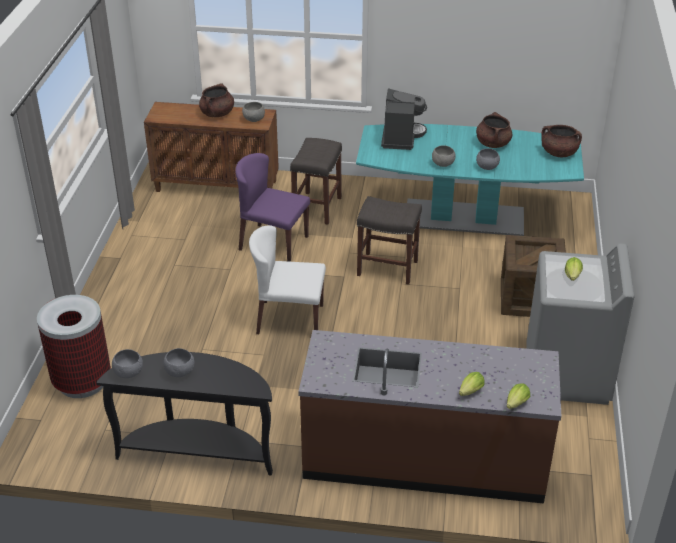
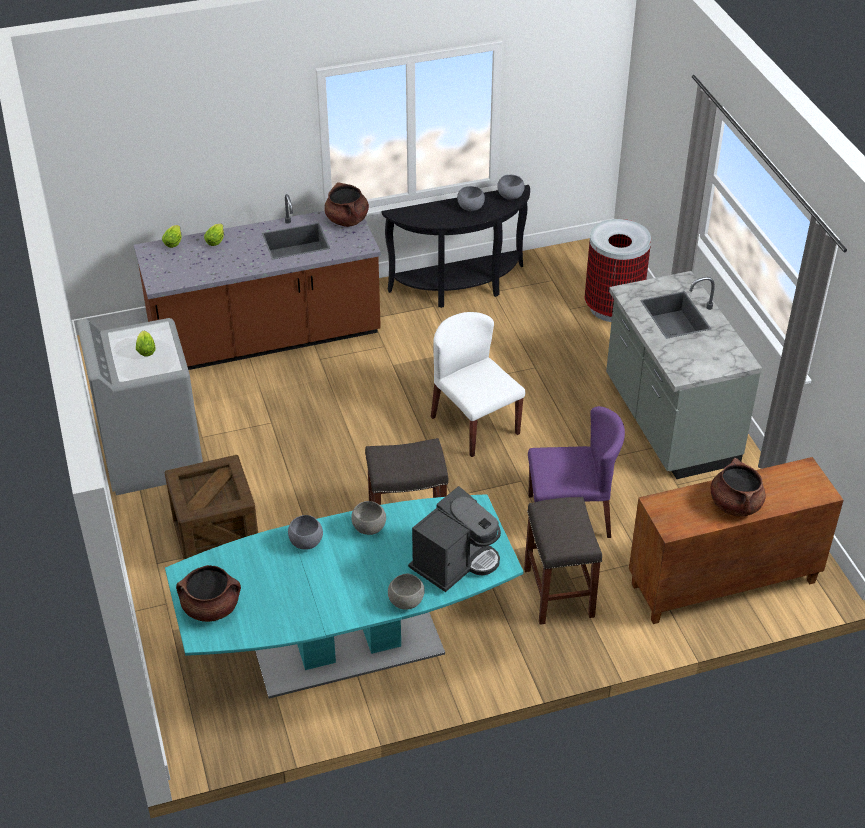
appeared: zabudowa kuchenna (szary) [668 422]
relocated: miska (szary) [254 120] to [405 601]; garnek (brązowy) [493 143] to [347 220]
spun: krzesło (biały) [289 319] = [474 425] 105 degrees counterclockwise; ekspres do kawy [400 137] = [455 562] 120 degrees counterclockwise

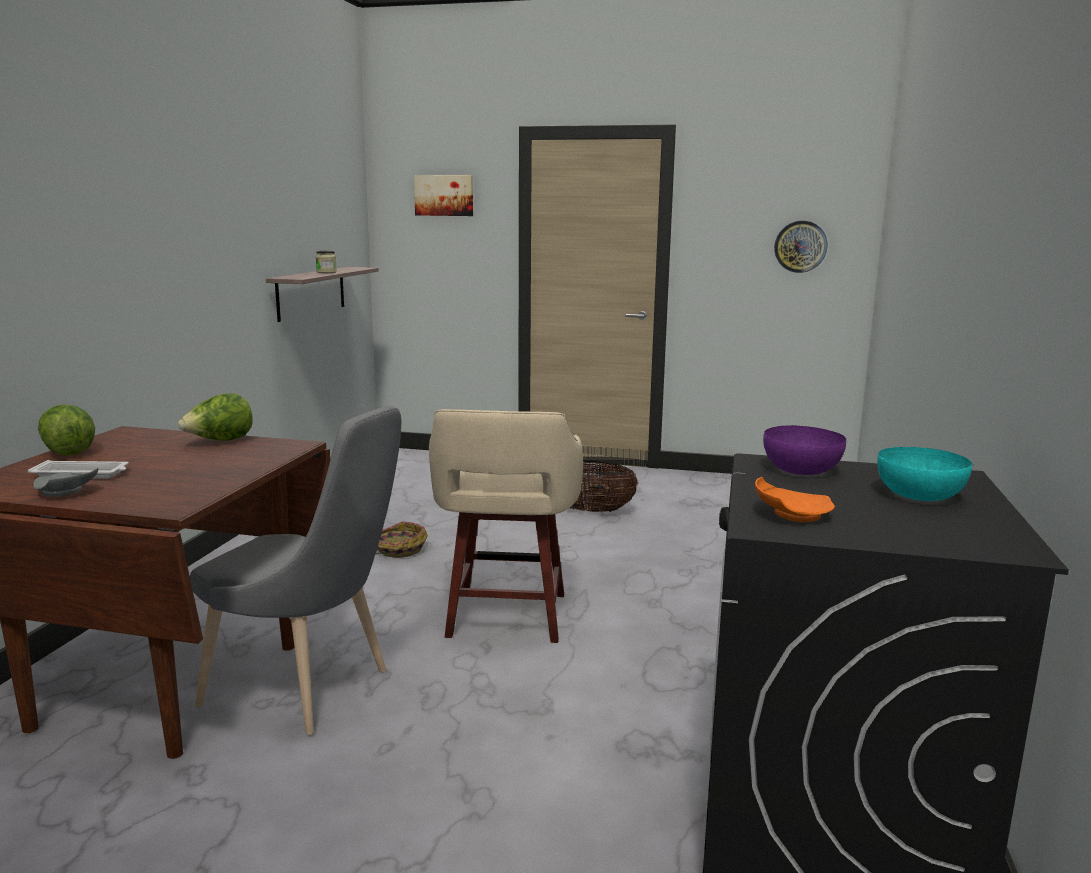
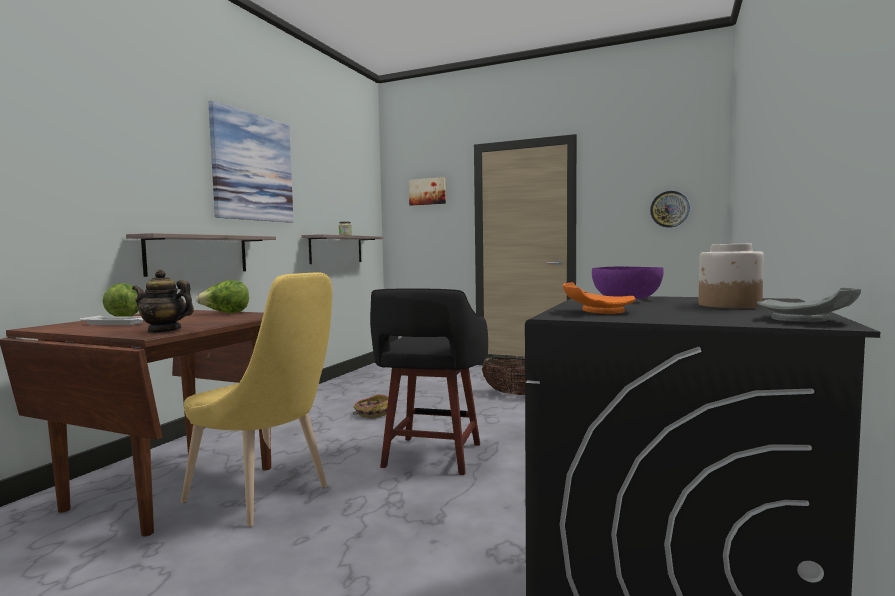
appeared: półka [198 254]; imbryk [164 330]; obraz [253 167]
relocated: talerz (szary) [64 493] to [808 320]
exchanged: miska (turkusowy) [918 495] to słoik [729 305]
colour: krzesło (szary) [307 690] to krzesło (żółty) [264 496]; stołek (beżowy) [506 617] to stołek (czarny) [431 457]

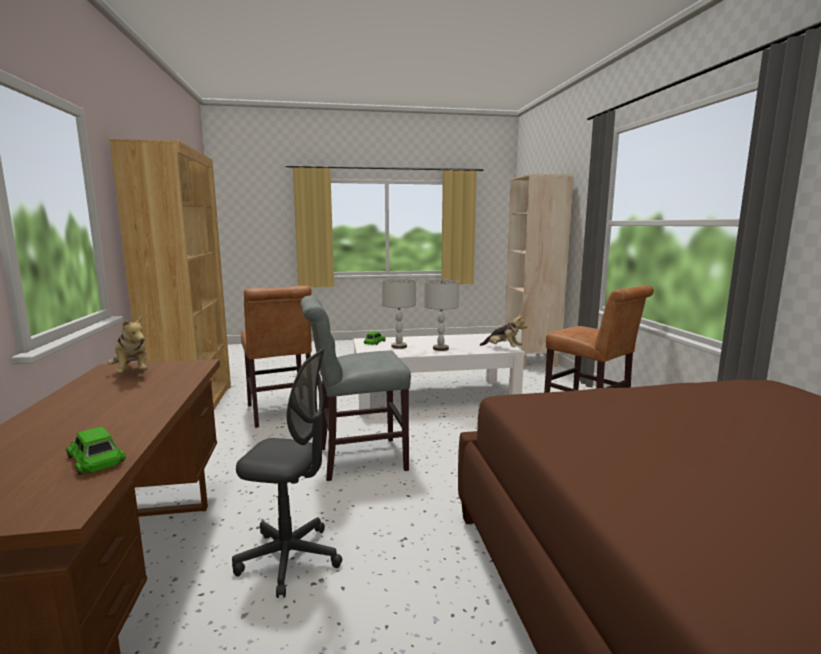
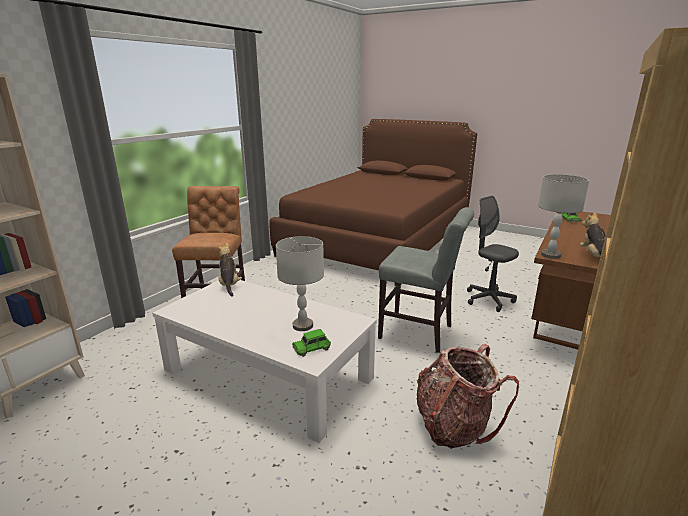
relocated: lampa stołowa (szary) [440 348] to [550 255]
exchanged: krzesło (brązowy) [280 413] to plecak [453 425]

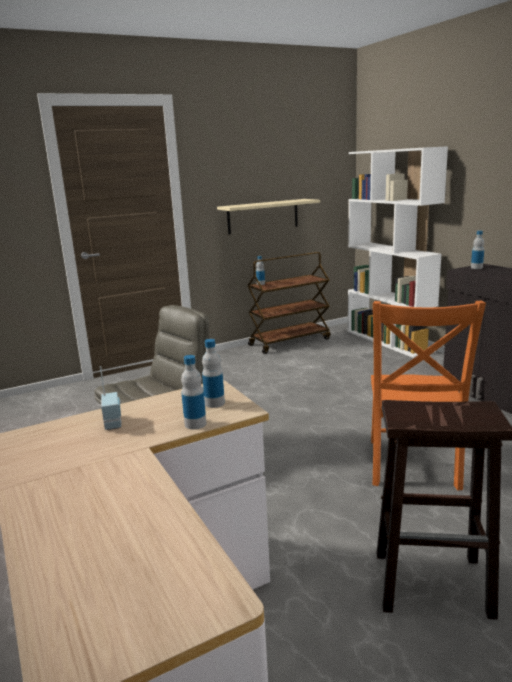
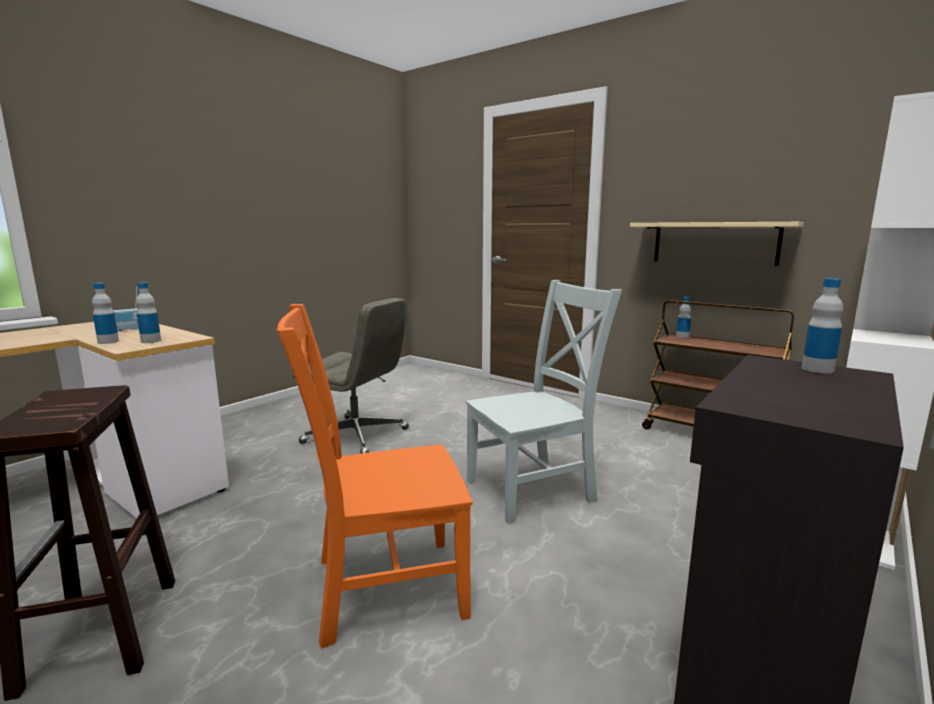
appeared: krzesło (szary) [534 489]

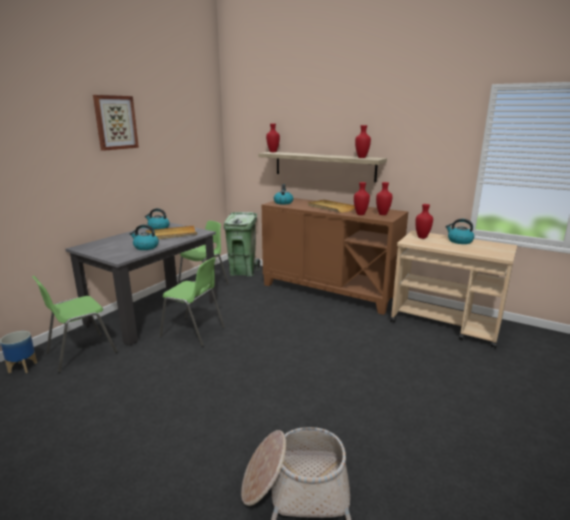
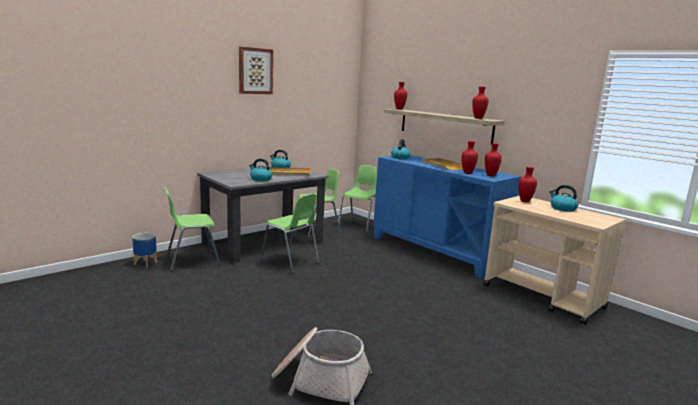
exchanged: kosz na śmieci (zielony) [243 272] to krzesło (zielony) [359 224]
colour: szafka (brązowy) [329 290] to szafka (niebieski) [436 251]

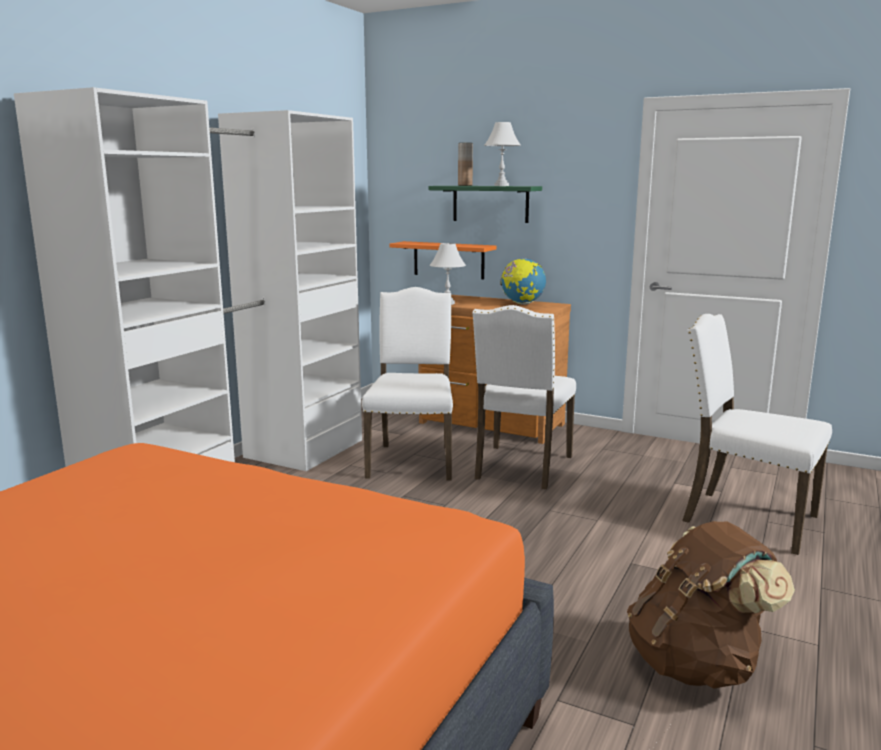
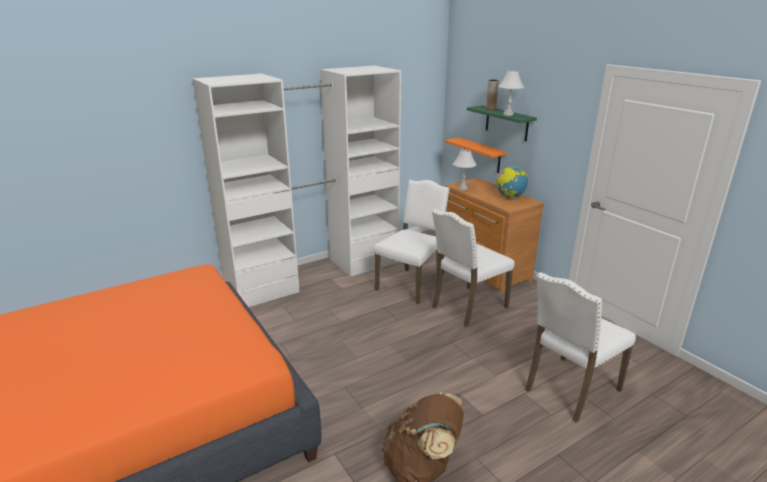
spun: krzesło (biały) [745 519] = [569 389] 105 degrees counterclockwise

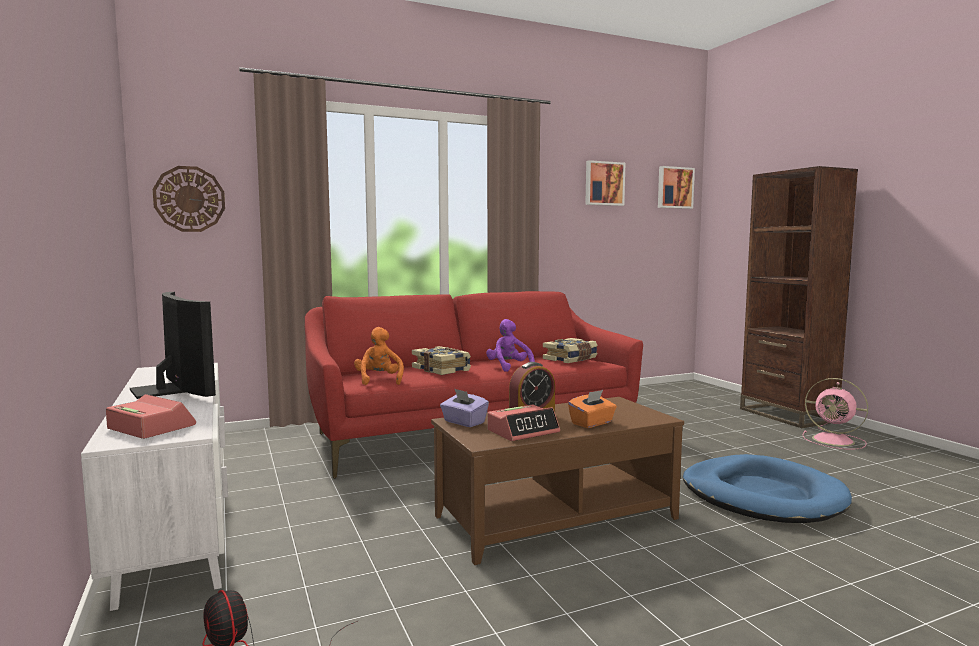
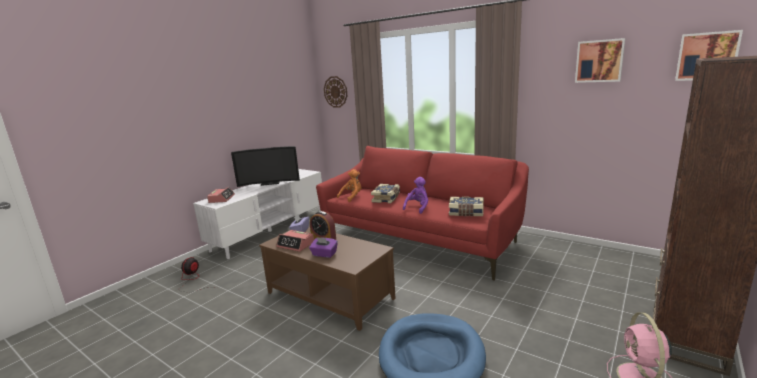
colour: pudełko chusteczek (pomarańczowy) [592 423] to pudełko chusteczek (fioletowy) [324 254]
spun: telewizor [169 389] = [270 183] 60 degrees clockwise

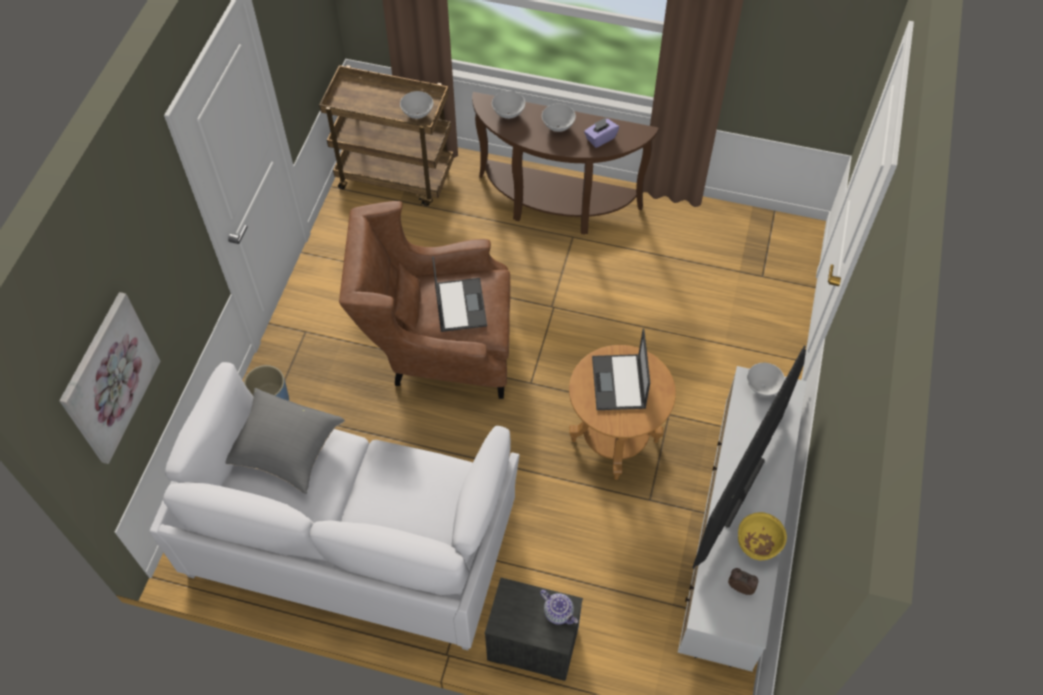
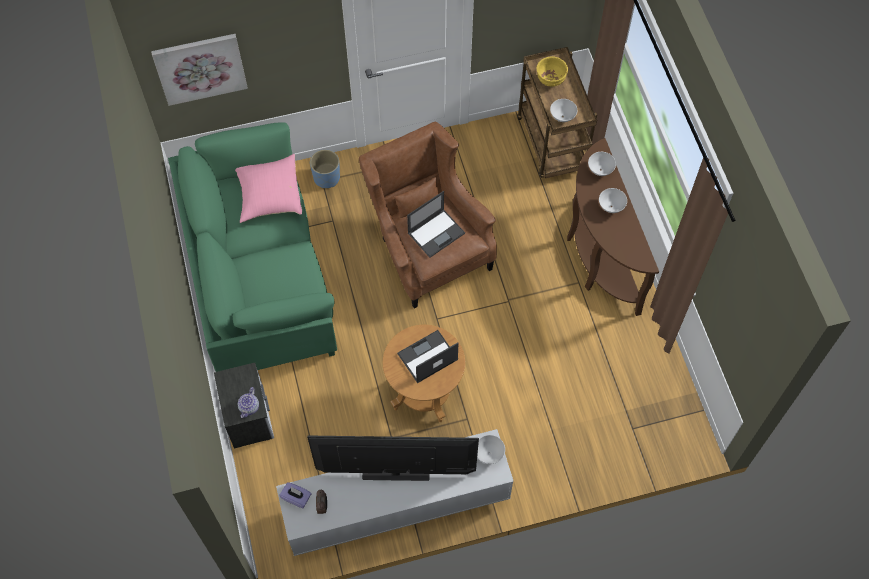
relocated: pudełko chusteczek (fioletowy) [600 138] to [296 498]; miska (żółty) [756 545] to [550 80]
colour: kanapa (biały) [352 540] to kanapa (zielony) [260 277]; poduszka (szary) [283 449] to poduszka (różowy) [269 195]

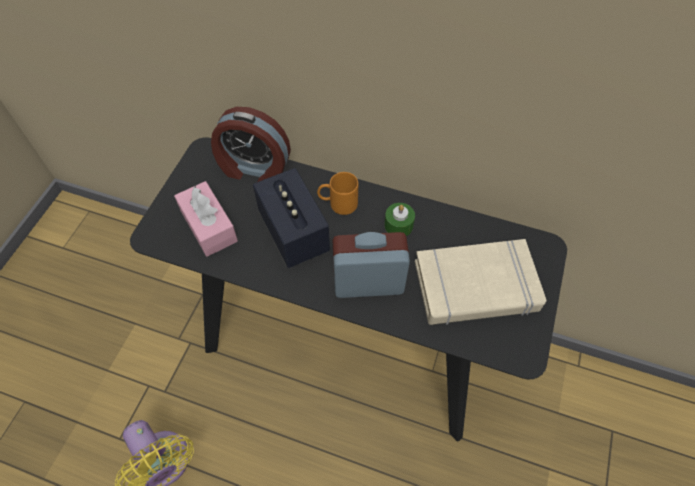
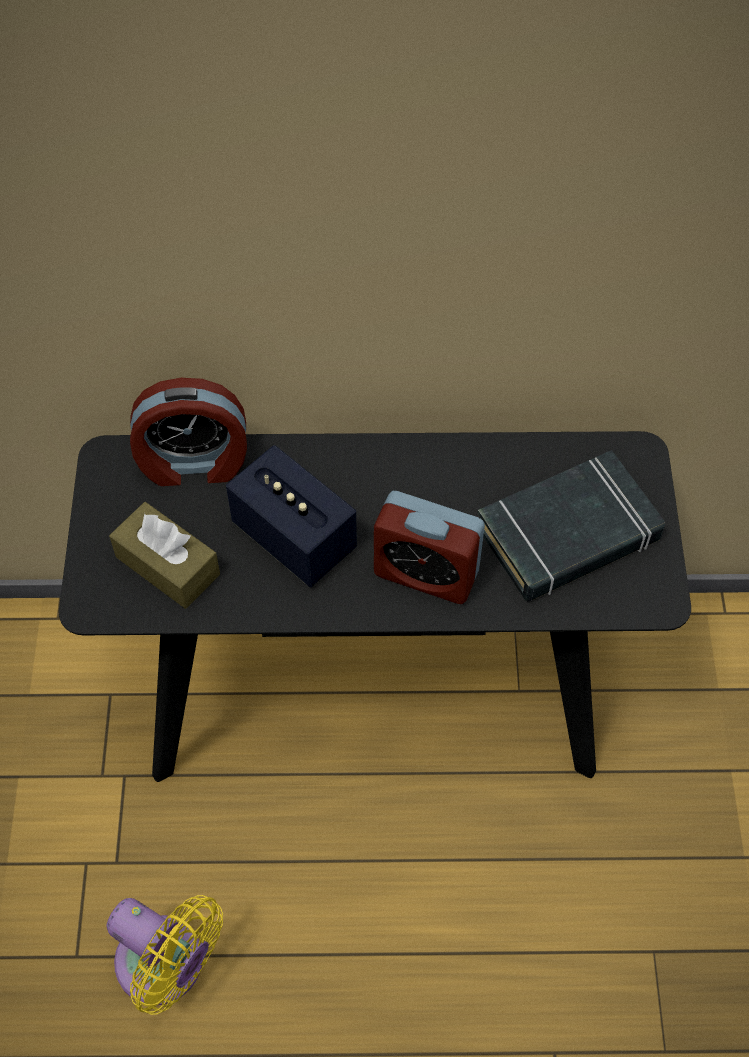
missing: kubek (pomarańczowy) [338 203]; świeca (zielony) [398 225]
colour: pudełko chusteczek (różowy) [209 226] to pudełko chusteczek (brązowy) [167 565]; książka (beżowy) [476 287] to książka (czarny) [569 534]
spun: budzik [368 282] = [426 573] 135 degrees counterclockwise

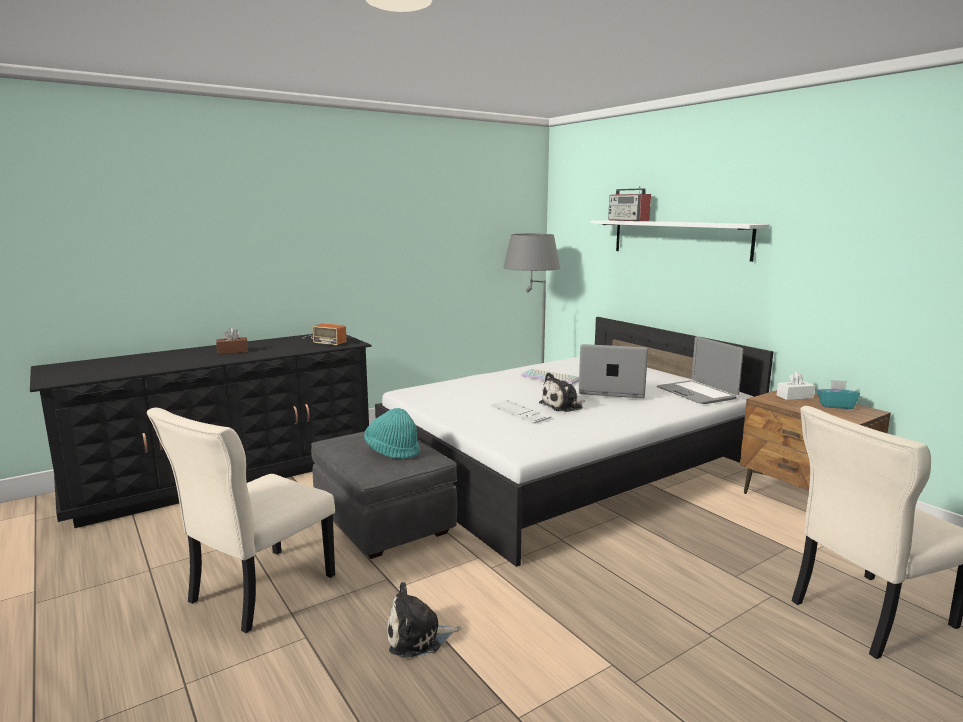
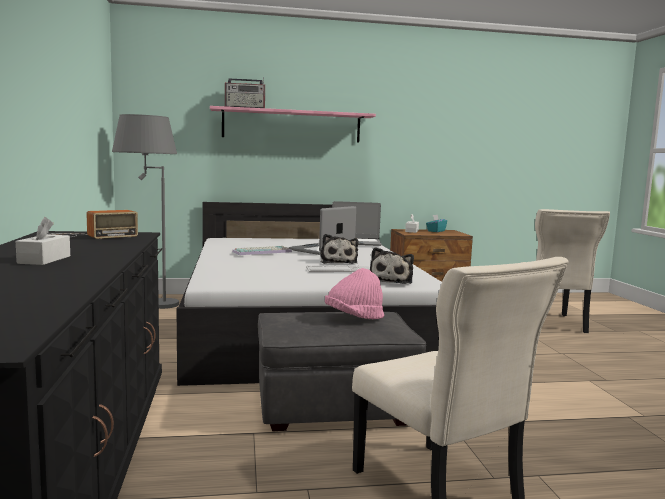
relocated: pluszak [418 637] to [392 280]
colour: pudełko chusteczek (brązowy) [233 351] to pudełko chusteczek (biały) [44 260]; kapelusz (turkusowy) [392 451] to kapelusz (różowy) [354 318]; półka (biały) [679 239] to półka (różowy) [292 125]

